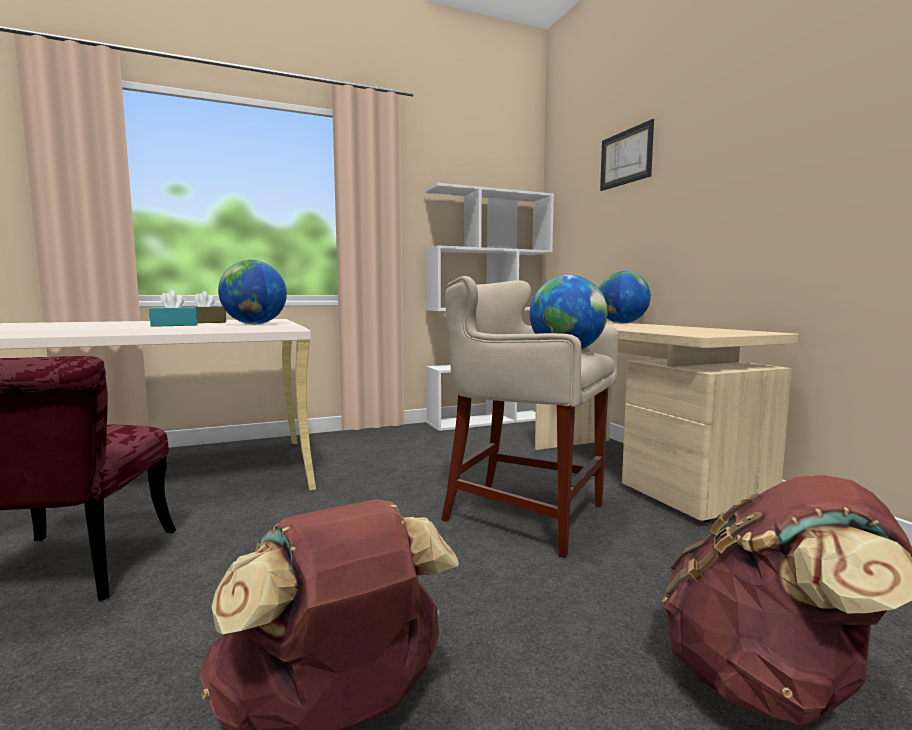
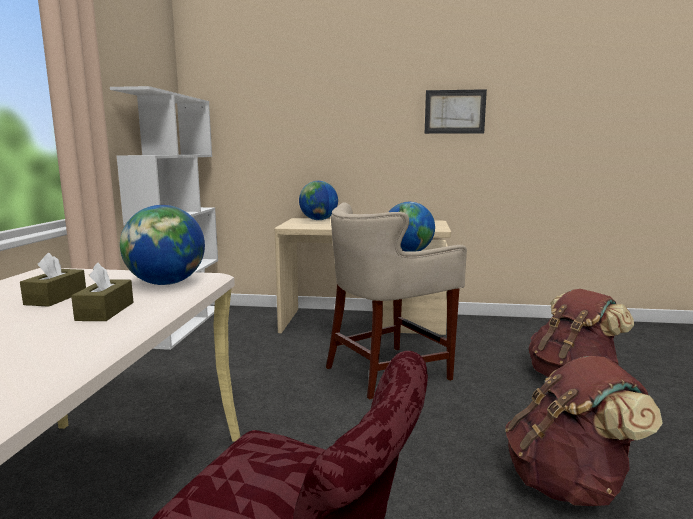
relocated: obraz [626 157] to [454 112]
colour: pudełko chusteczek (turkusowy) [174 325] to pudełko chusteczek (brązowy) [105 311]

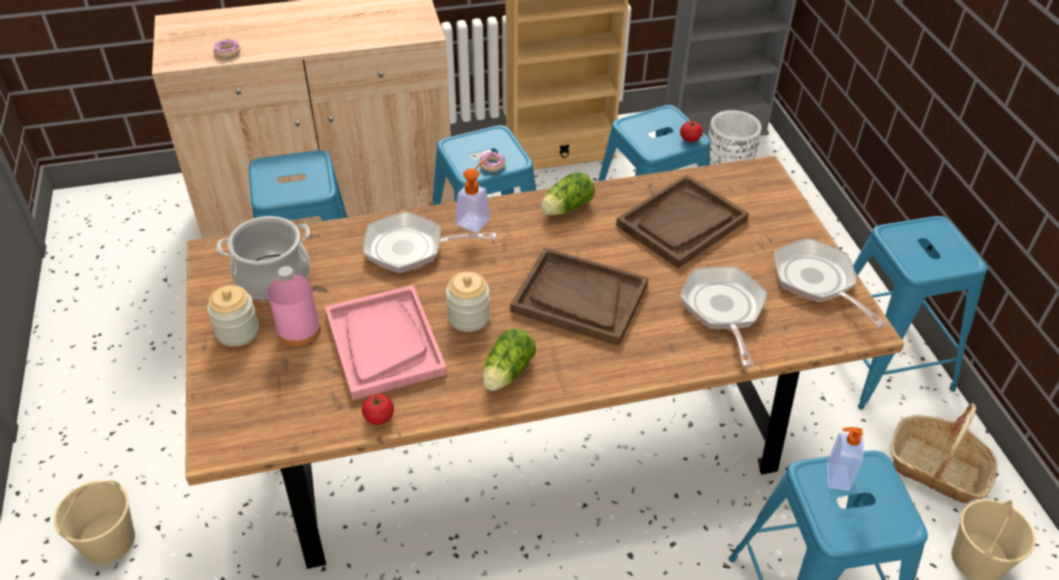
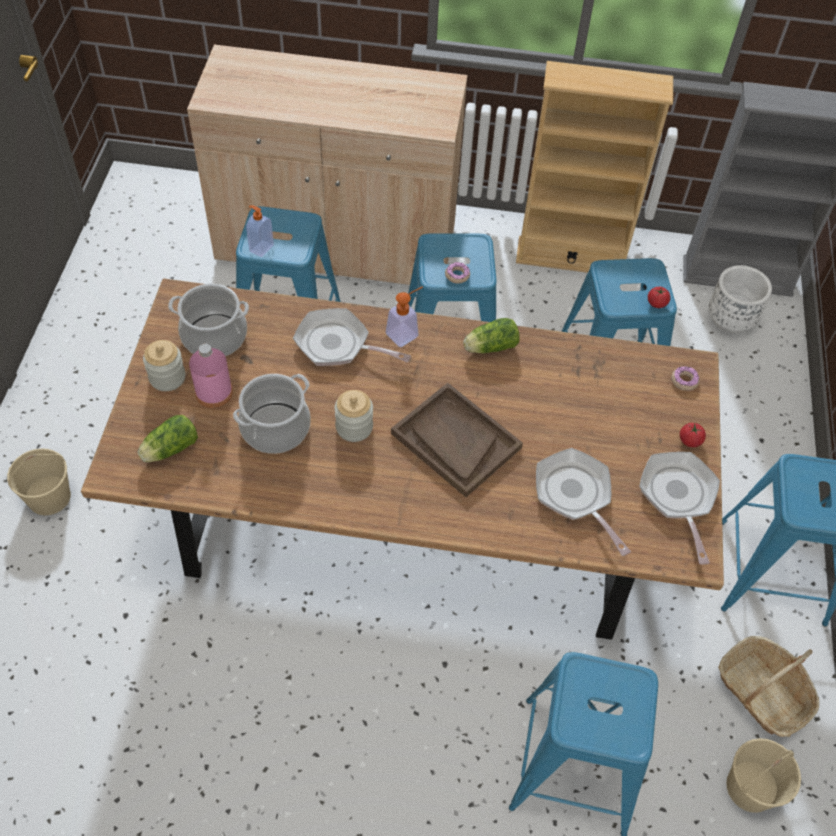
missing: taca (brązowy) [681 223]
relocated: donut [227 53] to [684 381]; pomidor [379 417] to [690 440]; sałata [506 373] to [168 449]; dozownik mydła [836 477] to [261 248]
exchanged: taca (różowy) [384 343] to garnek [275 428]
spun: patelnia [723 310] = [575 495] 45 degrees counterclockwise

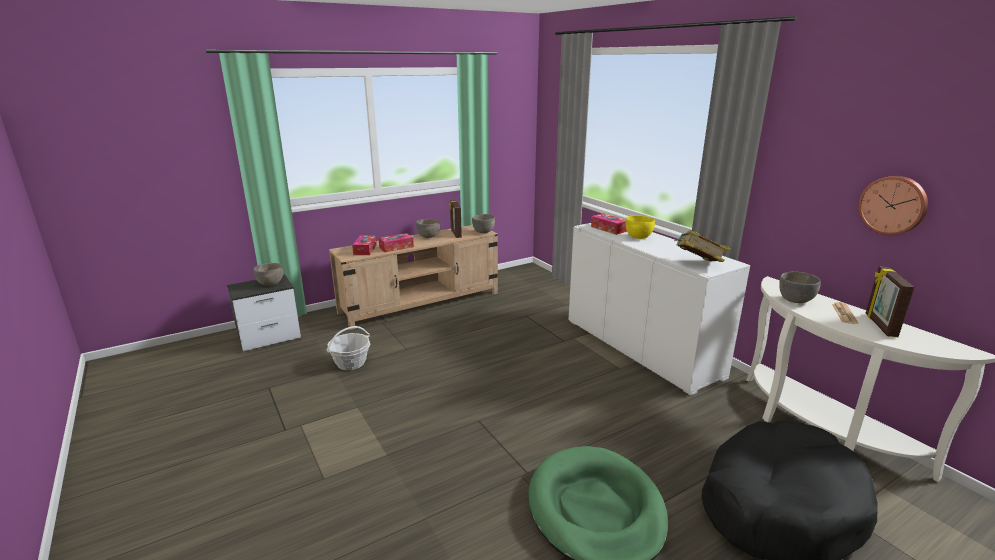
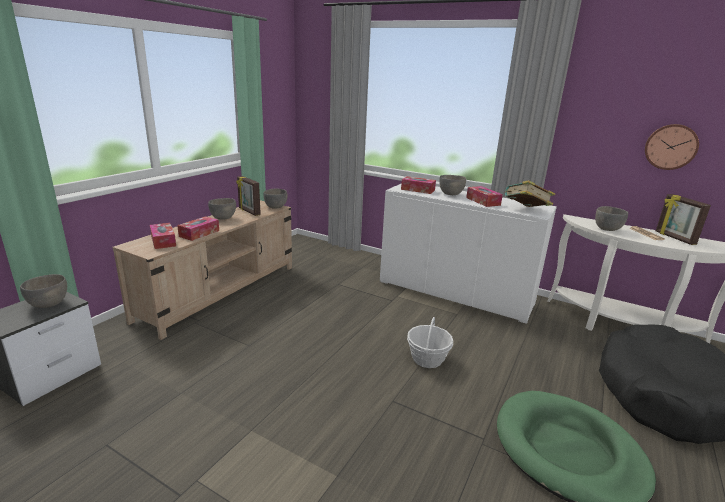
appeared: pudełko chusteczek [483 201]
relocated: koszyk [351 363] to [427 359]
colour: miska (żółty) [638 237] to miska (szary) [451 194]

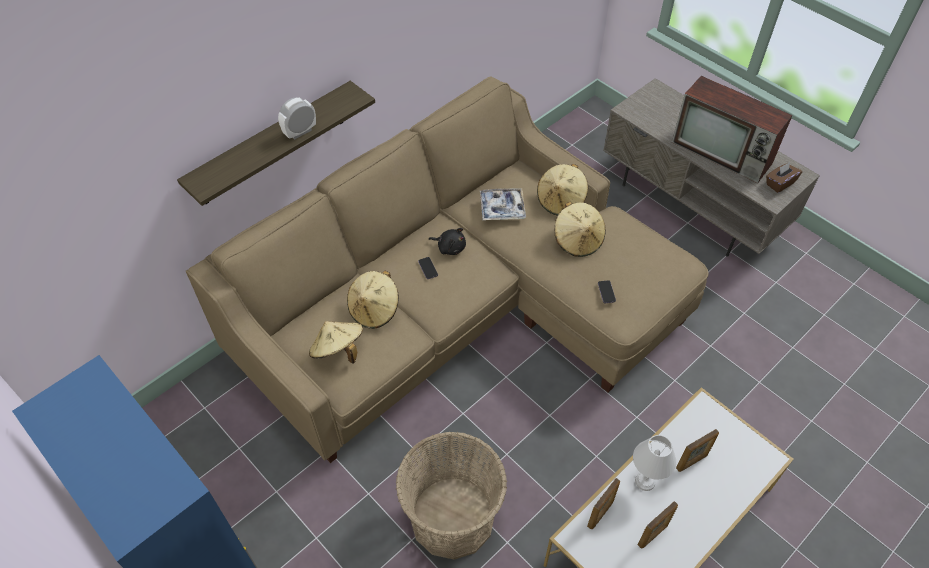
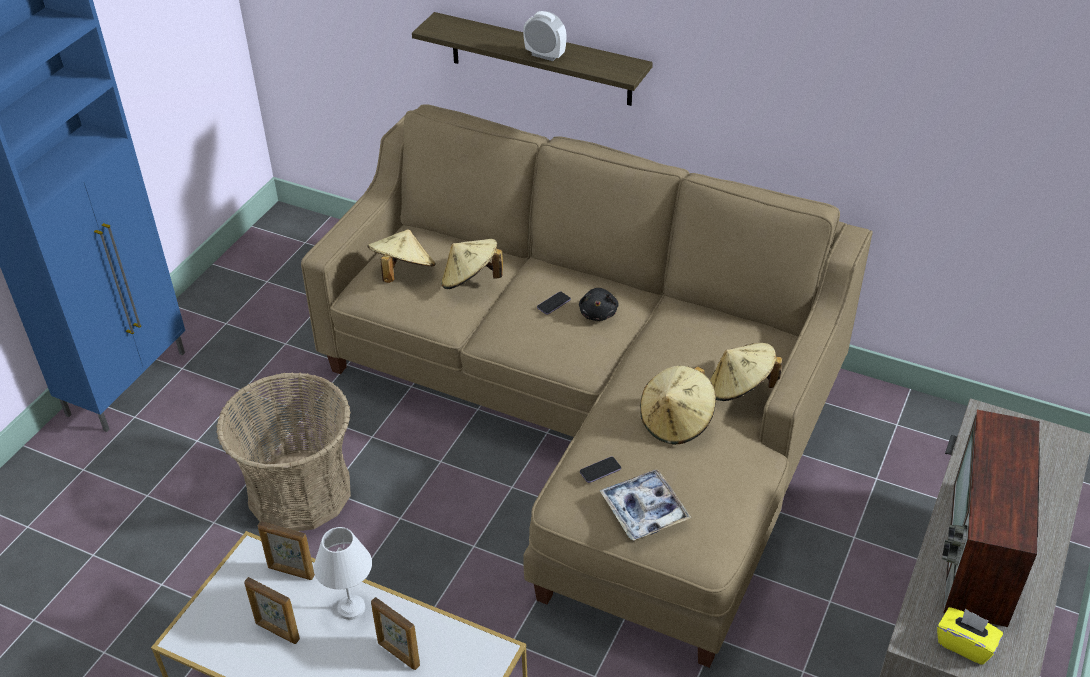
relocated: taca [502 208] to [644 510]
colour: pudełko chusteczek (brązowy) [779 183] to pudełko chusteczek (żółty) [965 644]

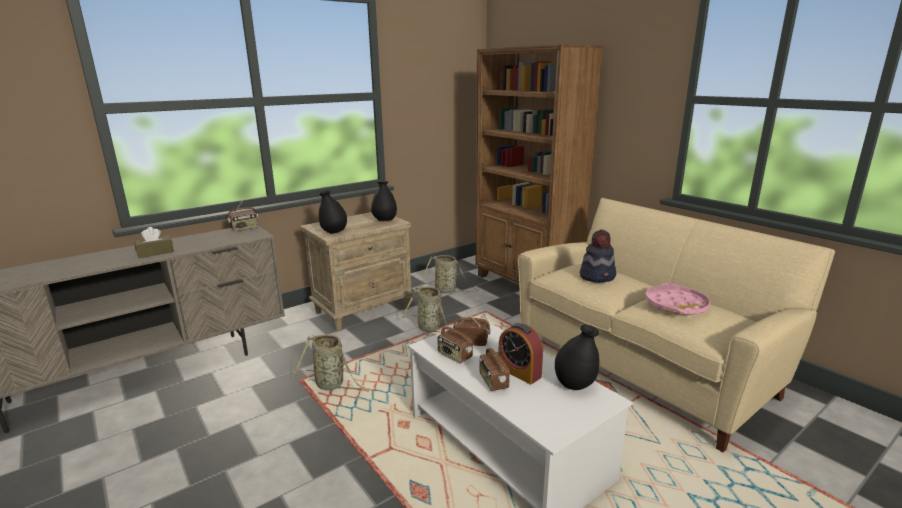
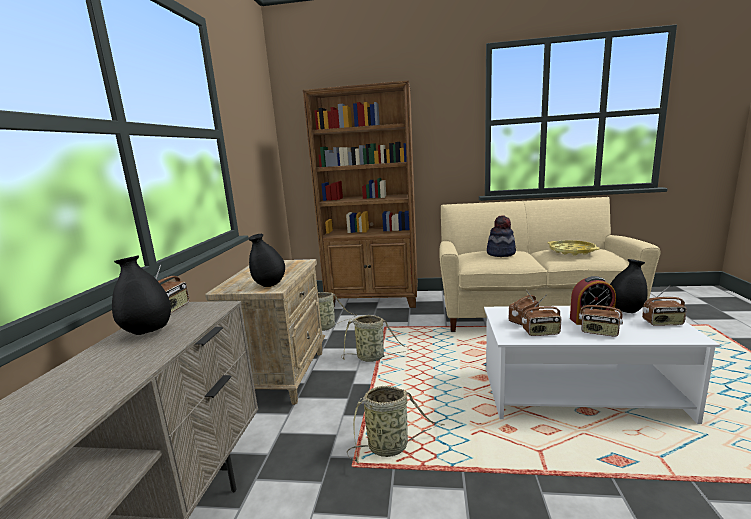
missing: pudełko chusteczek (brązowy) [155 252]
appeared: radio [662 323]
relocated: wazon (czarny) [384 221] to [148 332]
colour: taca (różowy) [676 305] to taca (żółty) [571 251]

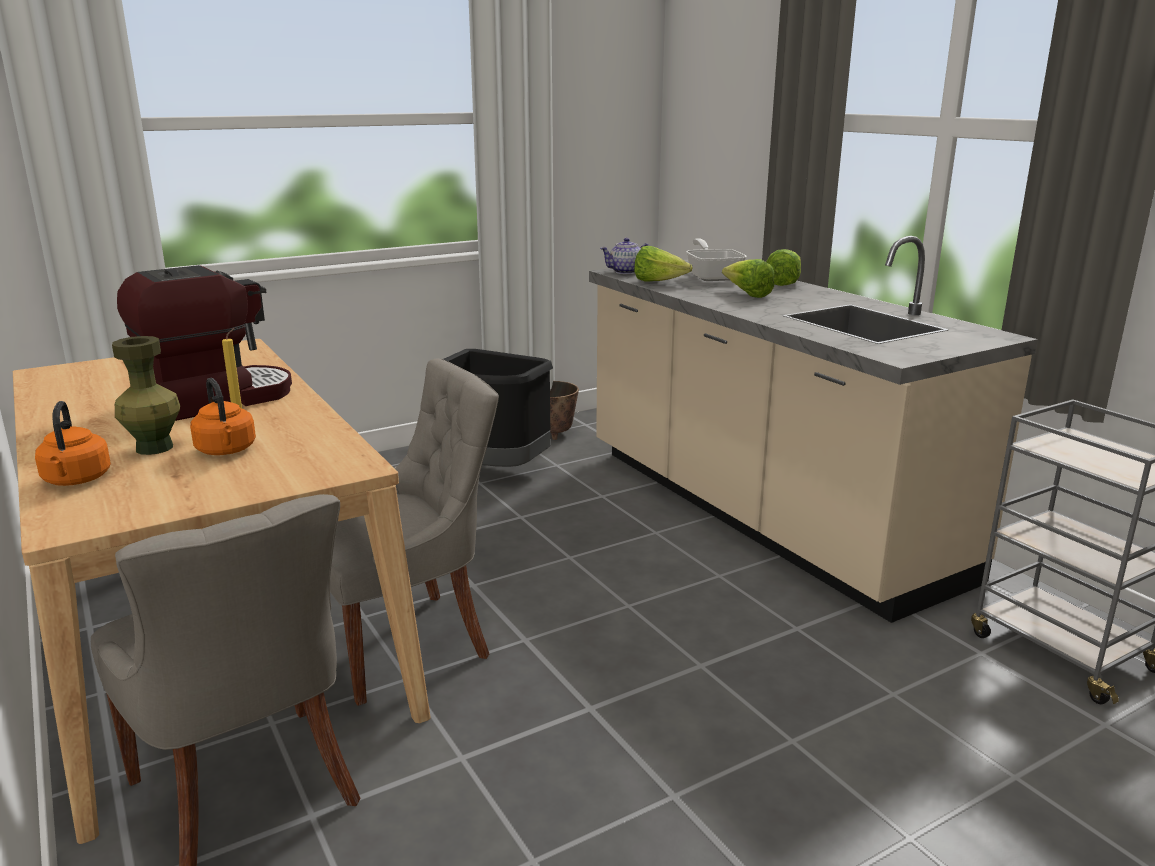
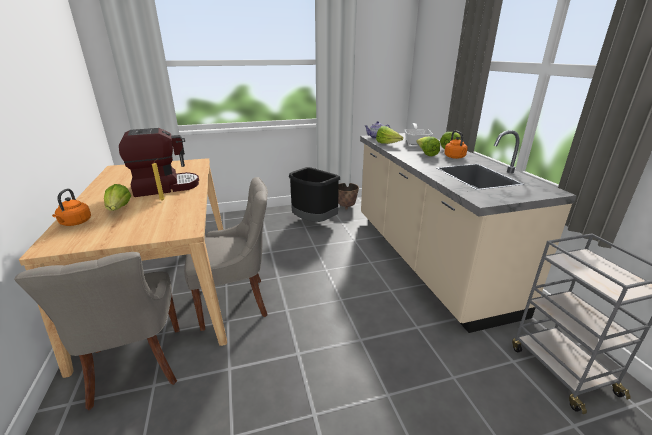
relocated: czajnik (pomarańczowy) [226 451] to [455 157]
exchanged: wazon (zielony) [155 448] to sałata [119 209]

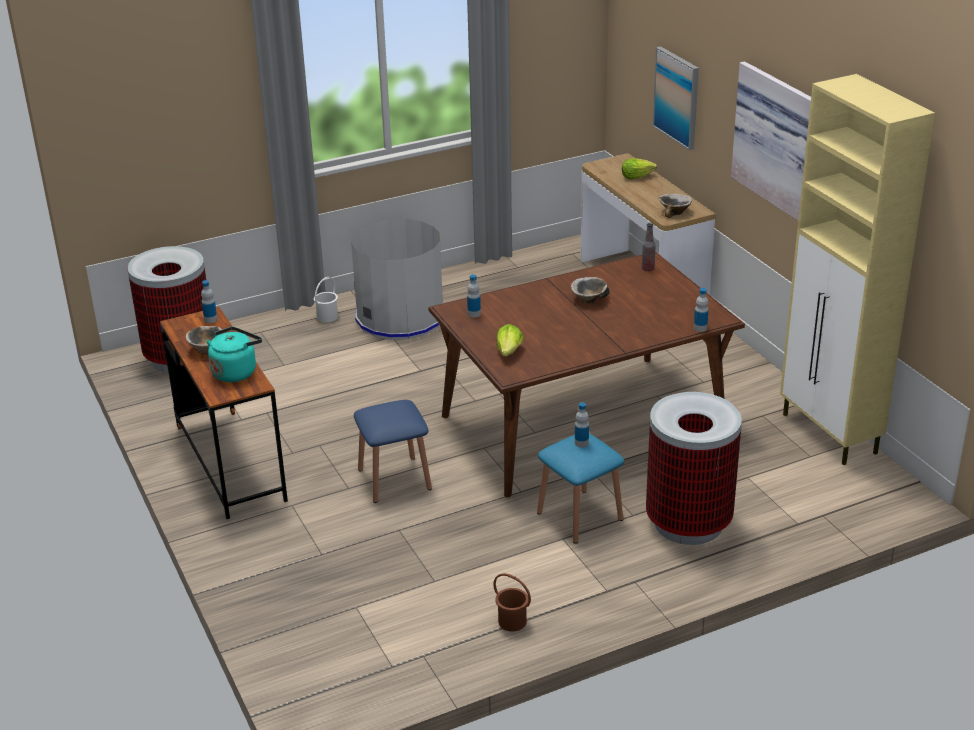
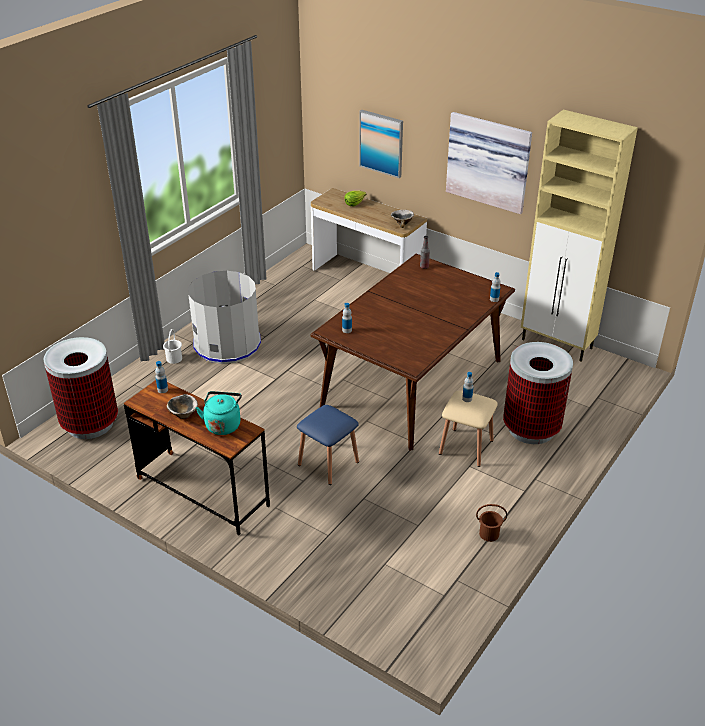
missing: sałata [509 351]; miska [589 300]
colour: stołek (niebieski) [579 516] to stołek (beżowy) [466 447]

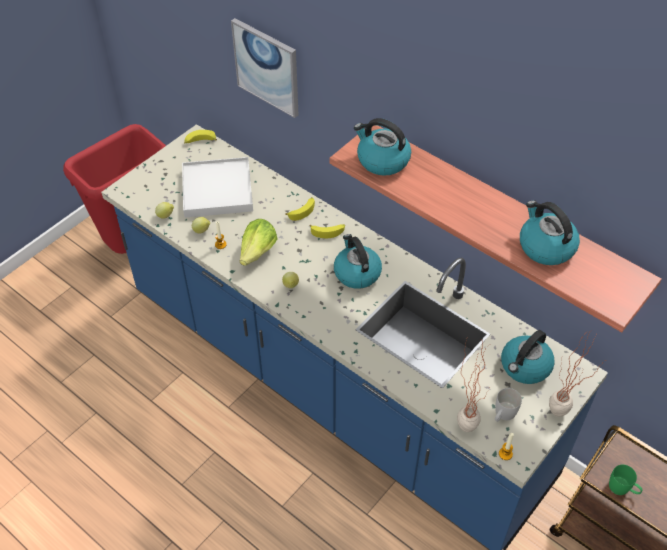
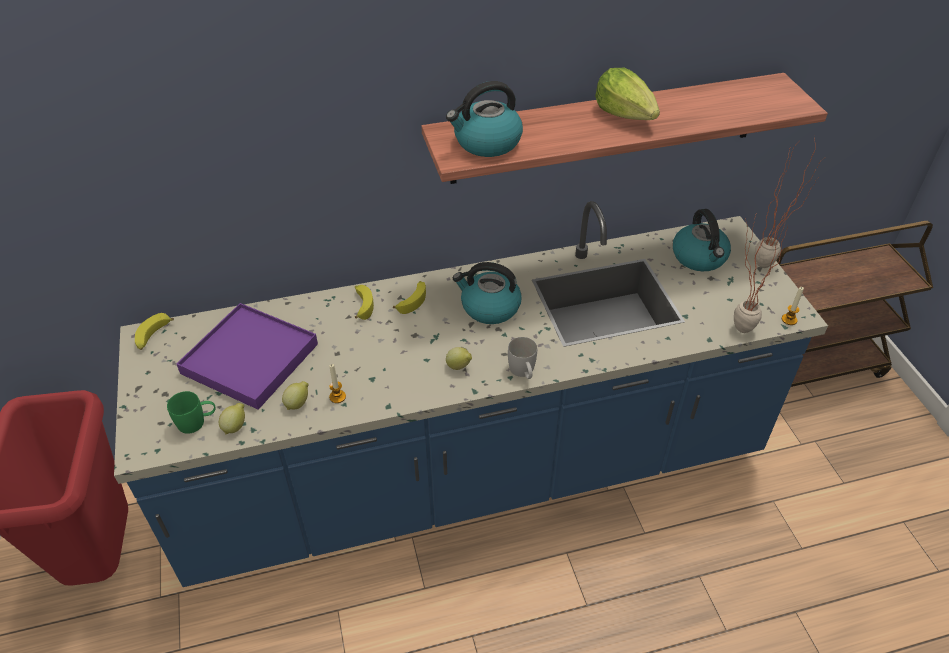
missing: obraz [267 67]; czajnik [545 247]
relocated: sałata [258 252] to [625 114]; kubek (biały) [503 415] to [523 372]; kubek (zielony) [622 489] to [197 422]
colour: taca (biały) [217 190] to taca (fioletowy) [249 359]

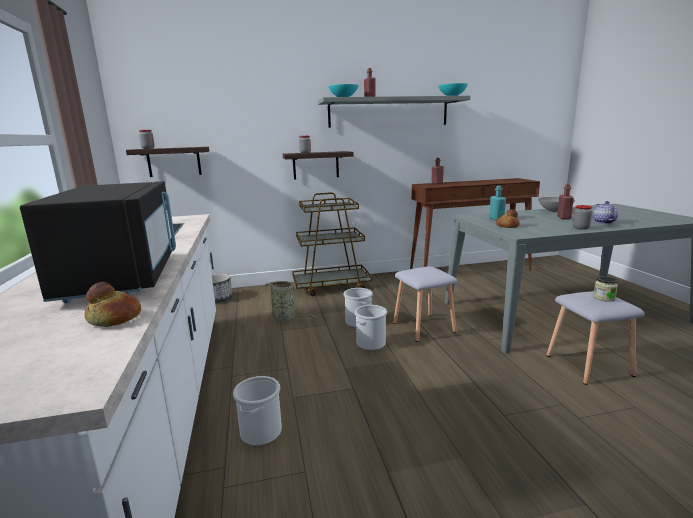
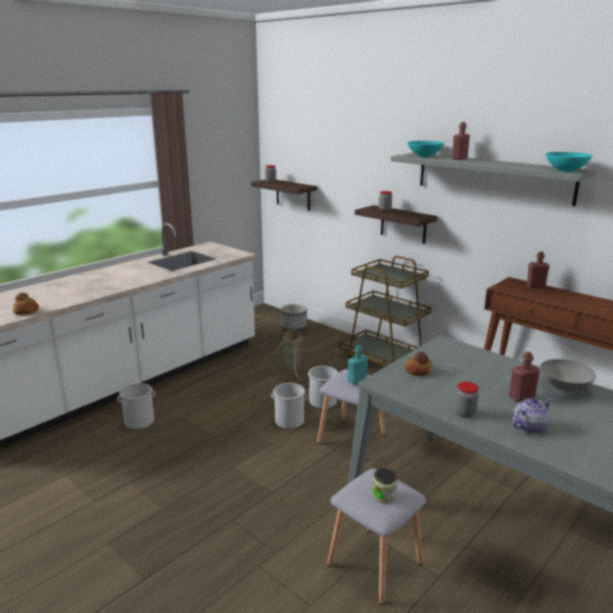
missing: mikrofalówka (czarny) [124 276]
relocated: butelka (turkusowy) [496 219] to [357 381]

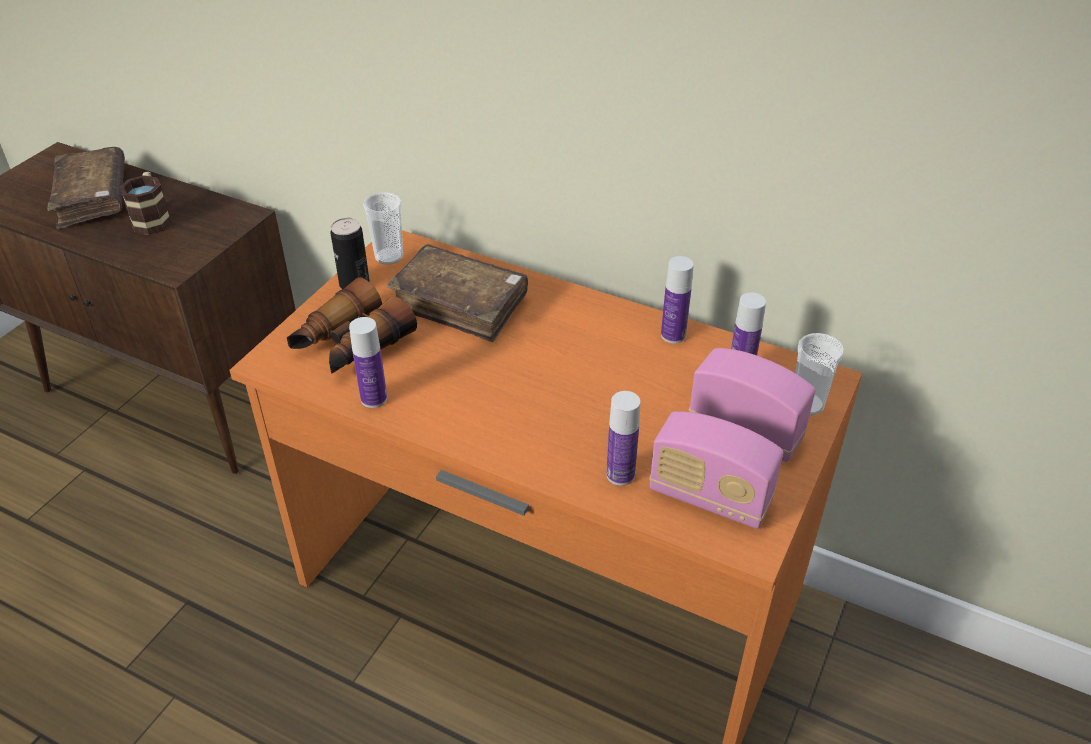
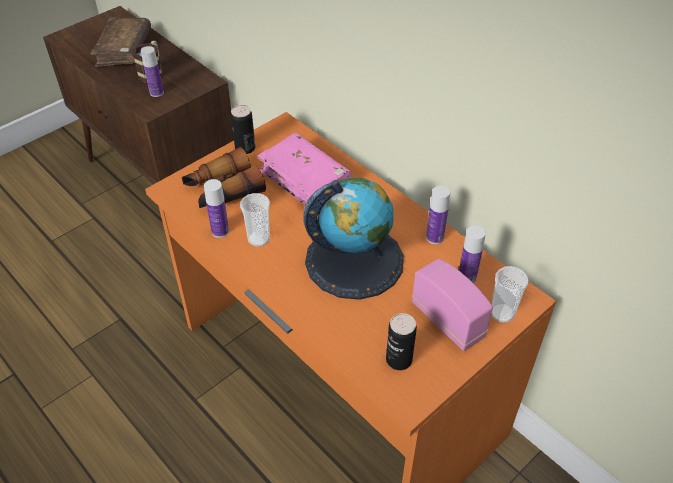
appeared: globus [354 260]
relocated: filiżanka [389 257] to [258 239]; butelka [620 474] to [156 92]
exchanged: radio [710 497] to puszka [399 360]
colour: książka (brązowy) [460 304] to książka (różowy) [304 179]

